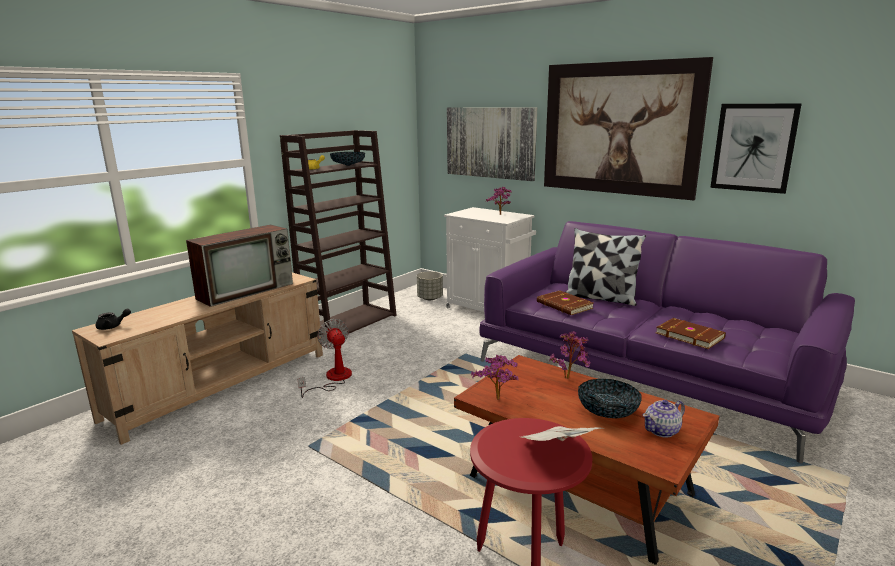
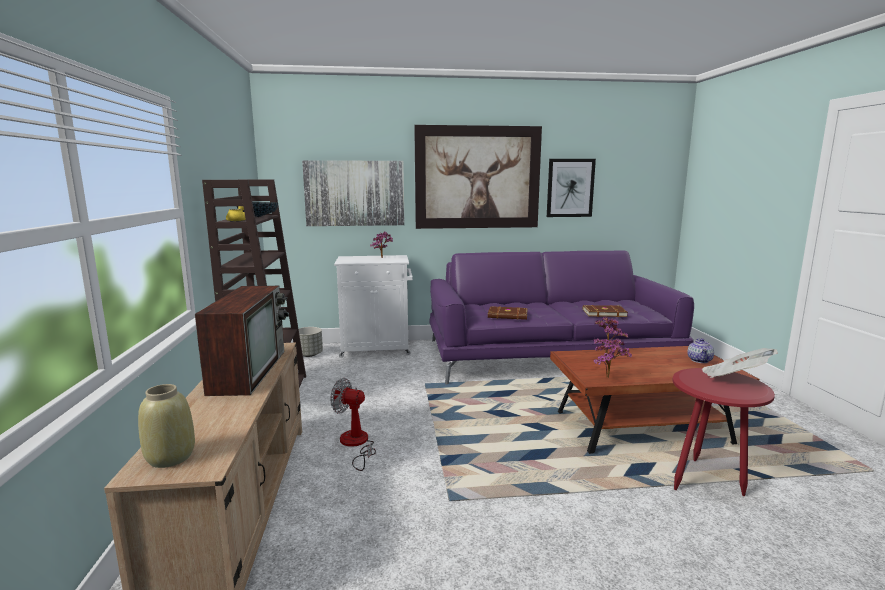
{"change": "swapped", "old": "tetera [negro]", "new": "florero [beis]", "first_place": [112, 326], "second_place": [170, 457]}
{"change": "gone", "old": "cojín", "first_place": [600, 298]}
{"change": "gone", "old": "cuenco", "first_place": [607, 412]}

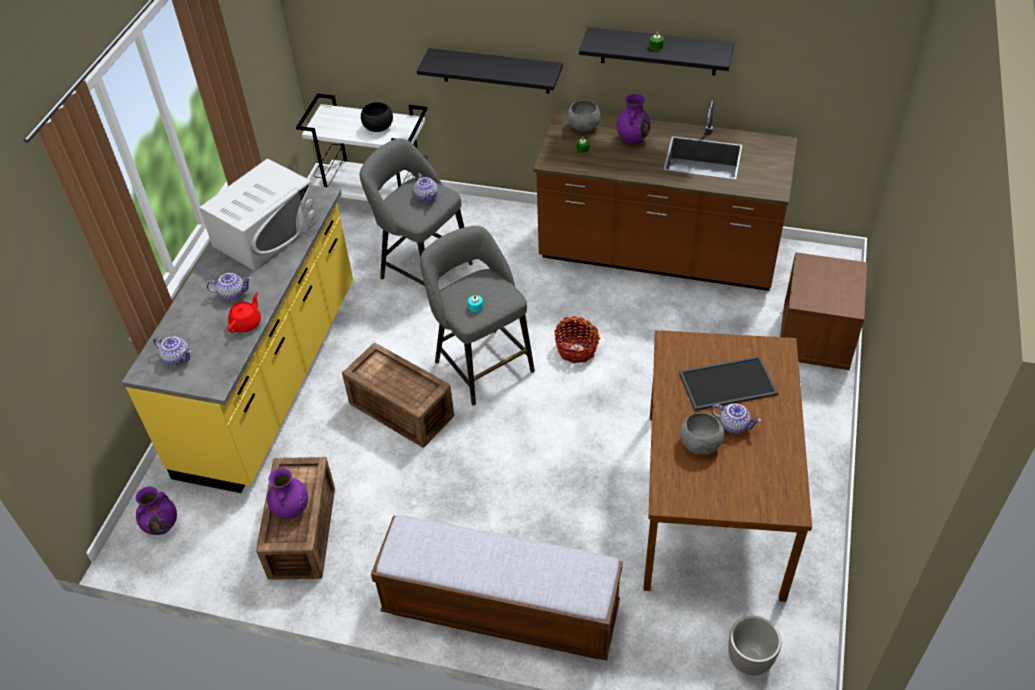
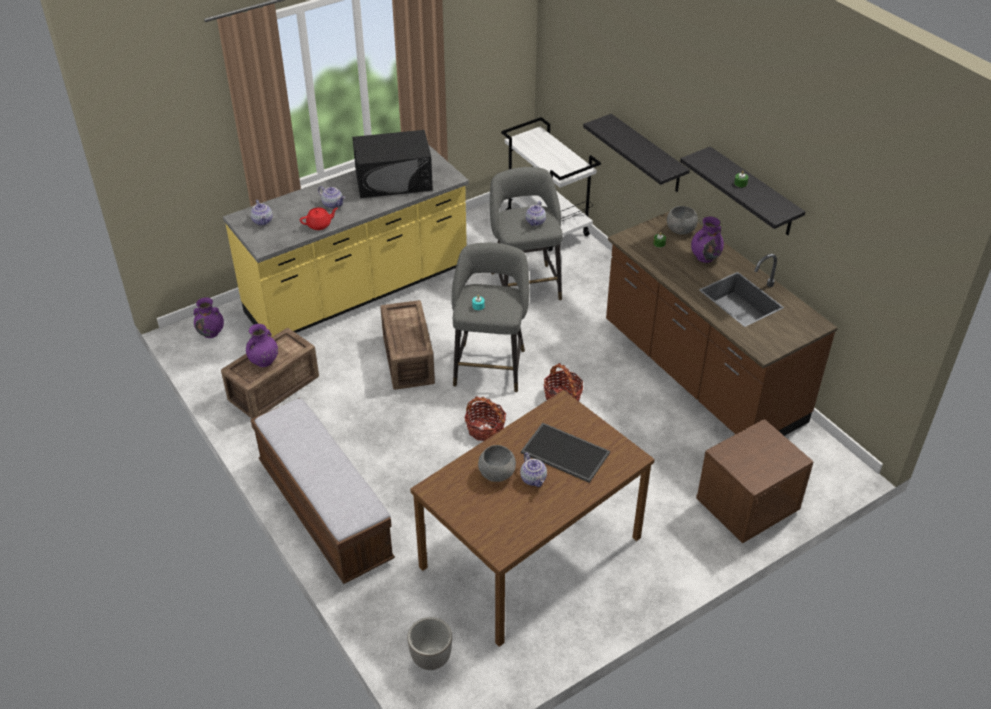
{"change": "repainted", "old": "microondas [blanco]", "new": "microondas [negro]", "first_place": [266, 232], "second_place": [394, 181]}
{"change": "gone", "old": "cuenco [negro]", "first_place": [378, 127]}
{"change": "new", "new": "cesta", "second_place": [485, 429]}

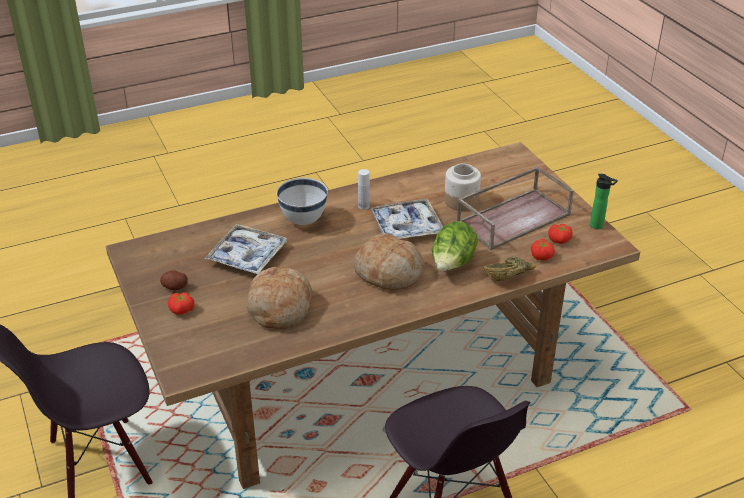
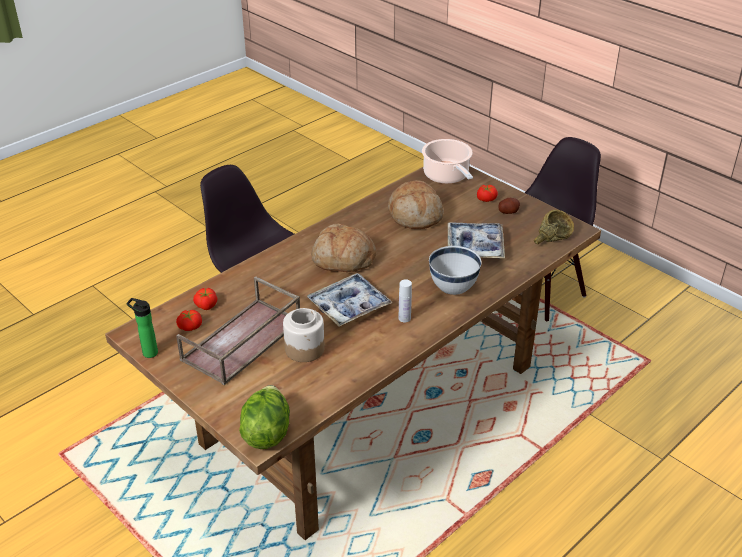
{"change": "shifted", "old": "lechuga", "first_place": [452, 264], "second_place": [266, 432]}
{"change": "shifted", "old": "cuenco [marrón]", "first_place": [508, 276], "second_place": [552, 238]}
{"change": "new", "new": "olla", "second_place": [447, 176]}

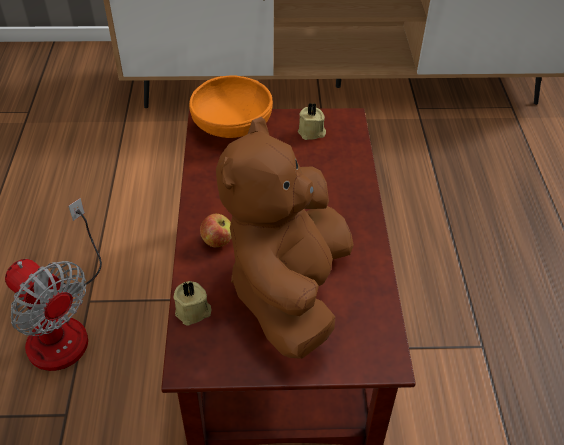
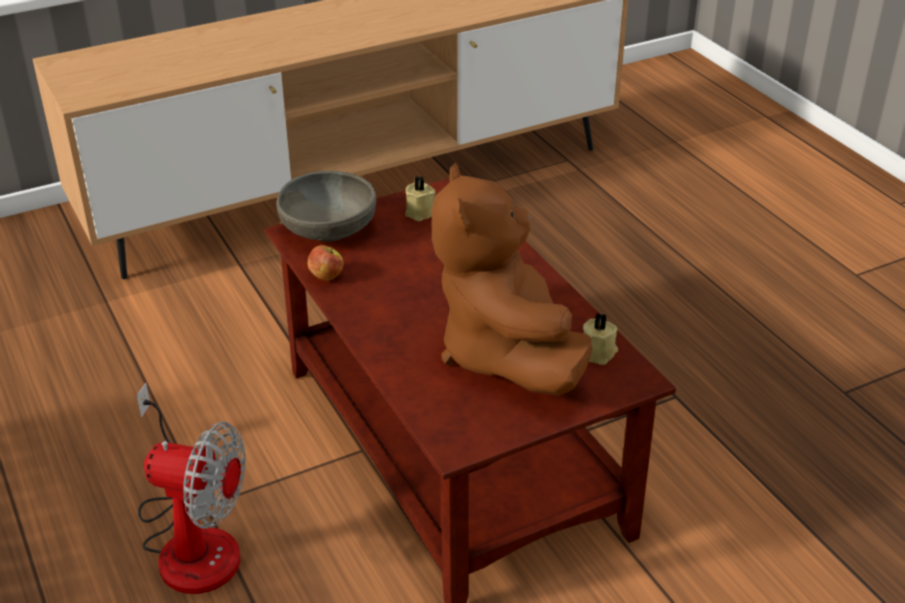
{"change": "shifted", "old": "vela [beis]", "first_place": [193, 312], "second_place": [599, 353]}
{"change": "repainted", "old": "cuenco [naranja]", "new": "cuenco [gris]", "first_place": [232, 126], "second_place": [329, 230]}
{"change": "shifted", "old": "manzana", "first_place": [217, 241], "second_place": [326, 276]}

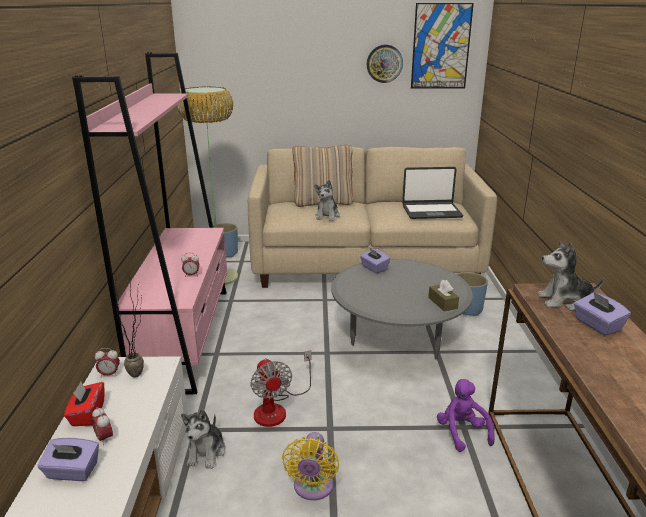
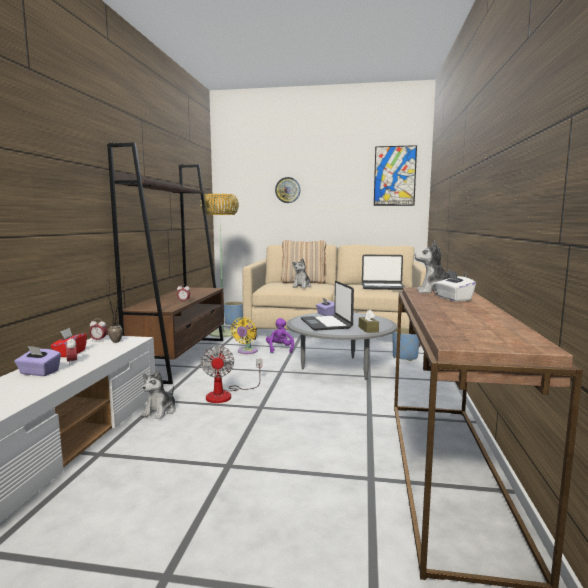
{"change": "repainted", "old": "estantería [rosa]", "new": "estantería [marrón]", "first_place": [184, 336], "second_place": [180, 357]}
{"change": "shifted", "old": "ventilador [amarillo]", "first_place": [312, 488], "second_place": [246, 351]}
{"change": "shifted", "old": "reloj de pared", "first_place": [384, 63], "second_place": [287, 190]}
{"change": "shifted", "old": "peluche [morado]", "first_place": [462, 432], "second_place": [280, 349]}
{"change": "repainted", "old": "caja de pañuelos [morado]", "new": "caja de pañuelos [blanco]", "first_place": [597, 325], "second_place": [453, 299]}
{"change": "new", "new": "portátil", "second_place": [326, 323]}

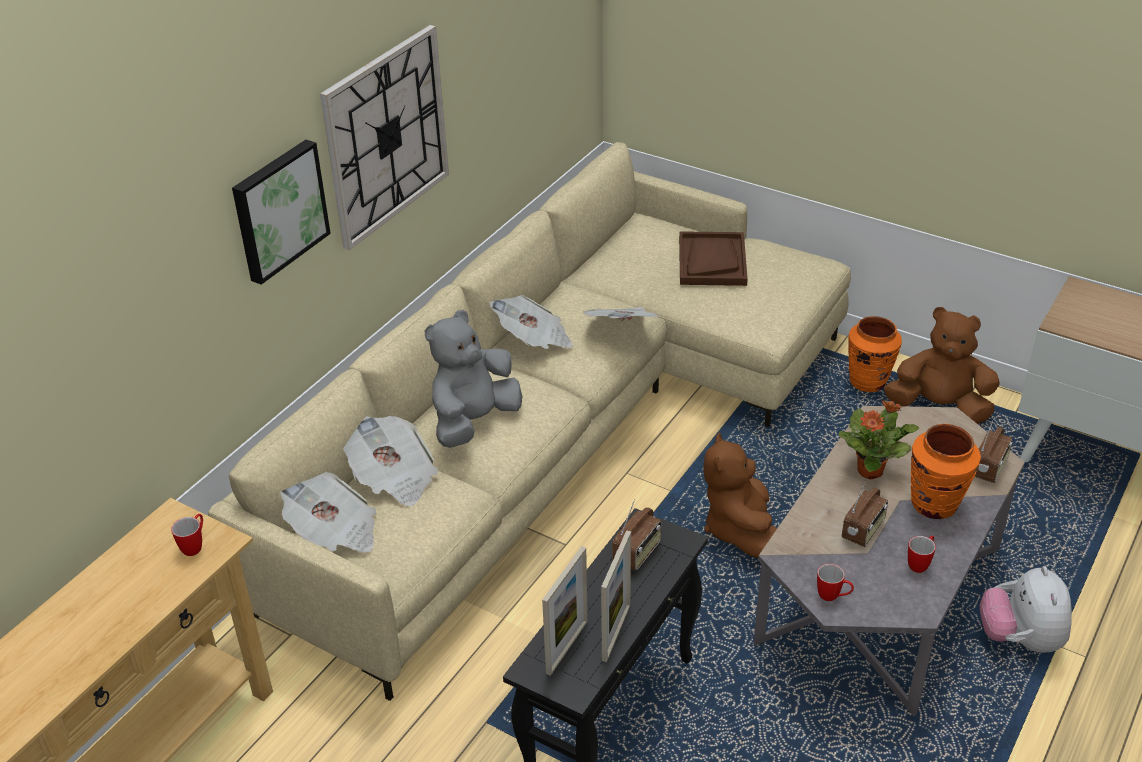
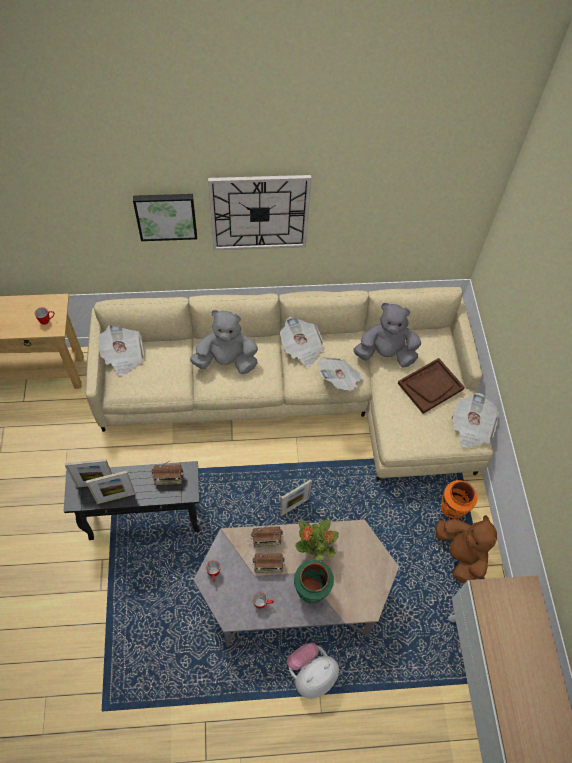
{"change": "shifted", "old": "periódico", "first_place": [394, 478], "second_place": [471, 427]}
{"change": "swapped", "old": "peluche [marrón]", "new": "portarretratos", "first_place": [739, 529], "second_place": [294, 507]}
{"change": "repainted", "old": "florero [naranja]", "new": "florero [verde]", "first_place": [935, 504], "second_place": [311, 591]}
{"change": "shifted", "old": "radio", "first_place": [989, 468], "second_place": [266, 540]}
{"change": "new", "new": "peluche [gris]", "second_place": [385, 354]}

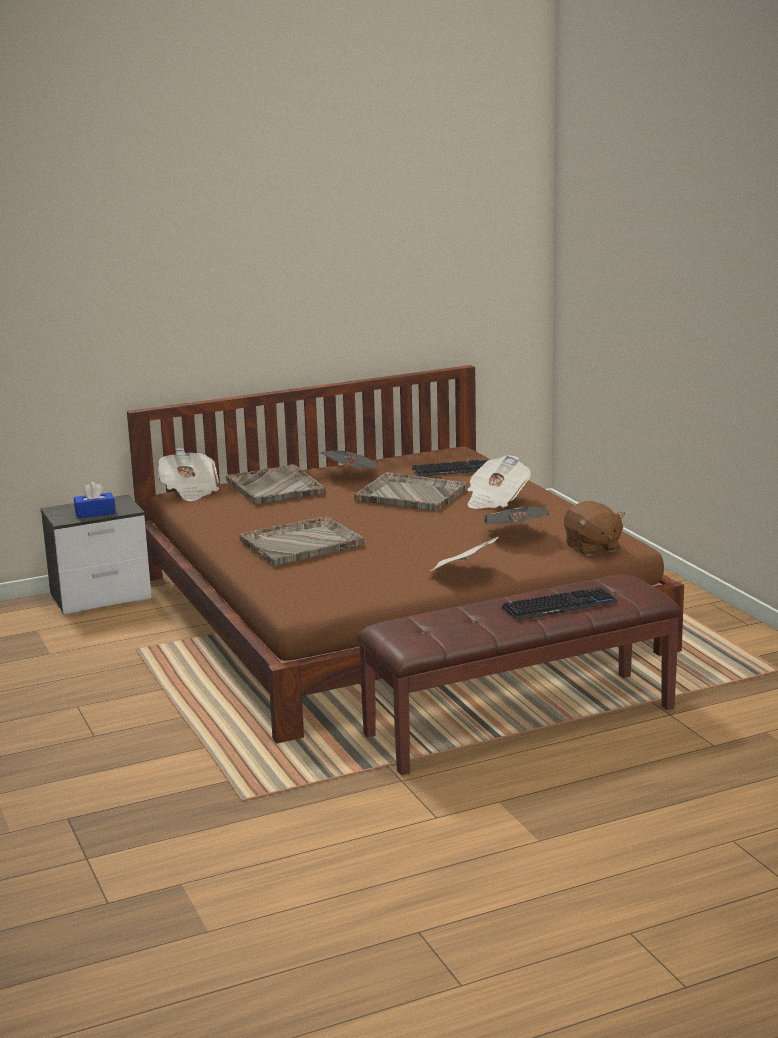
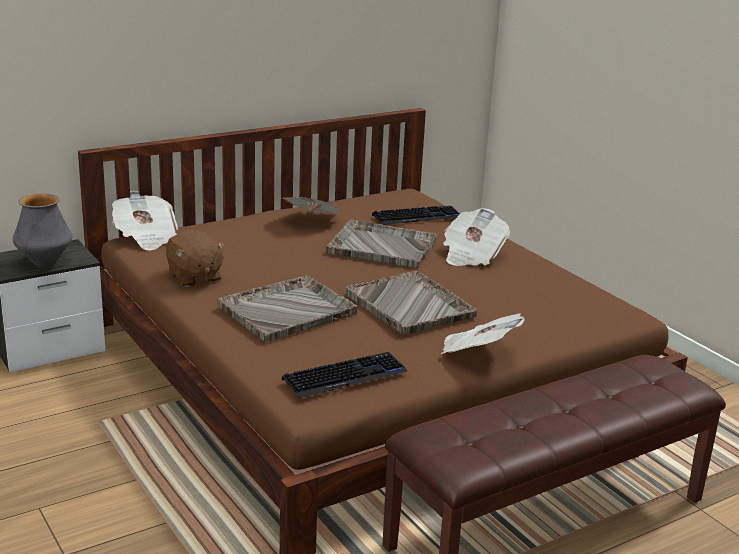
{"change": "swapped", "old": "caja de pañuelos [azul]", "new": "florero", "first_place": [95, 513], "second_place": [44, 263]}
{"change": "shifted", "old": "bandeja [gris]", "first_place": [275, 487], "second_place": [410, 305]}
{"change": "gone", "old": "periódico", "first_place": [515, 534]}
{"change": "shifted", "old": "teclado", "first_place": [559, 606], "second_place": [345, 376]}
{"change": "shifted", "old": "peluche [marrón]", "first_place": [592, 547], "second_place": [194, 277]}

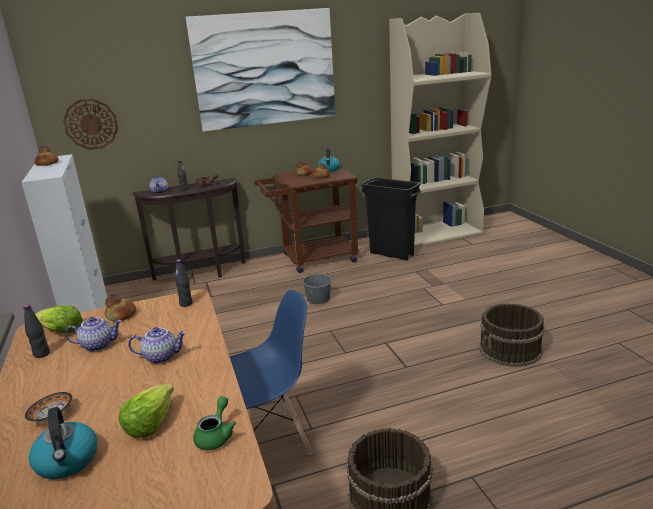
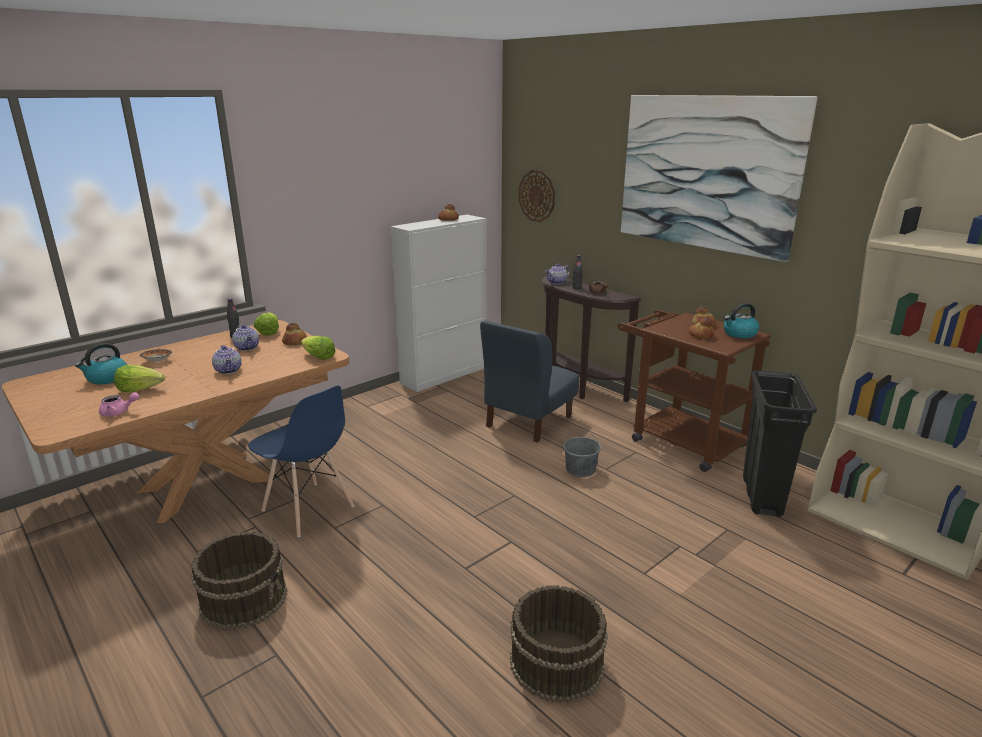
{"change": "swapped", "old": "botella [negro]", "new": "lechuga", "first_place": [186, 304], "second_place": [318, 357]}
{"change": "repainted", "old": "tetera [verde]", "new": "tetera [rosa]", "first_place": [216, 435], "second_place": [118, 412]}
{"change": "new", "new": "silla [azul]", "second_place": [528, 421]}

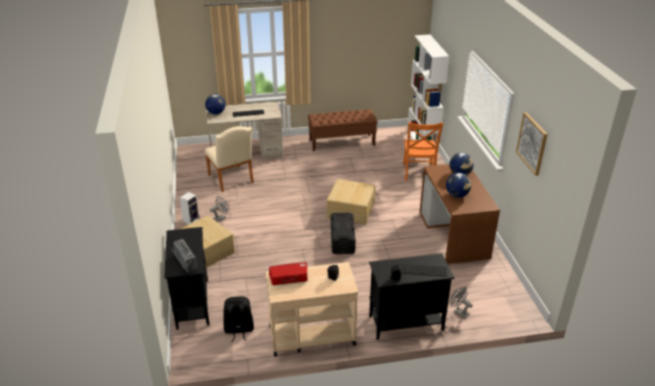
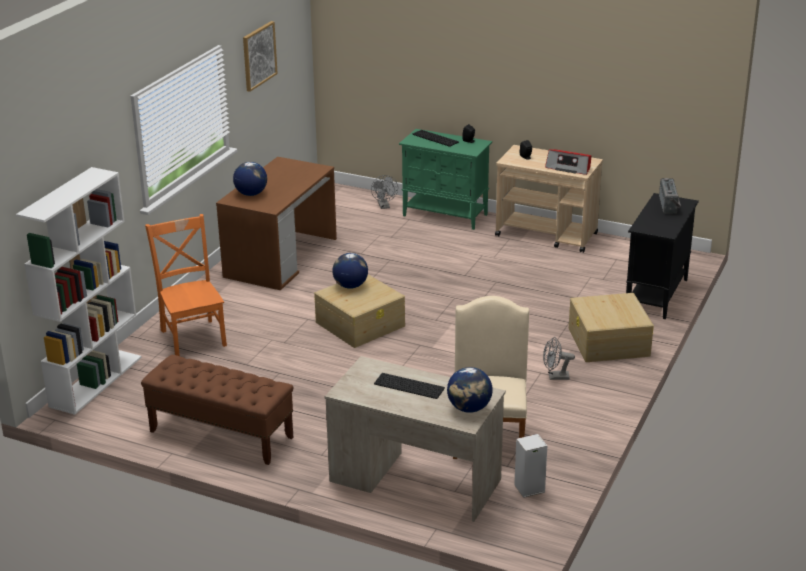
{"change": "shifted", "old": "altavoz", "first_place": [191, 220], "second_place": [528, 489]}
{"change": "gone", "old": "mochila [negro]", "first_place": [238, 330]}
{"change": "gone", "old": "caja de almacenaje [negro]", "first_place": [342, 240]}
{"change": "repainted", "old": "armario [negro]", "new": "armario [verde]", "first_place": [405, 323], "second_place": [446, 215]}
{"change": "rotated", "old": "silla [naranja]", "first_place": [418, 173], "second_place": [193, 336], "degrees": -60}
{"change": "shifted", "old": "globo terráqueo", "first_place": [457, 195], "second_place": [350, 286]}

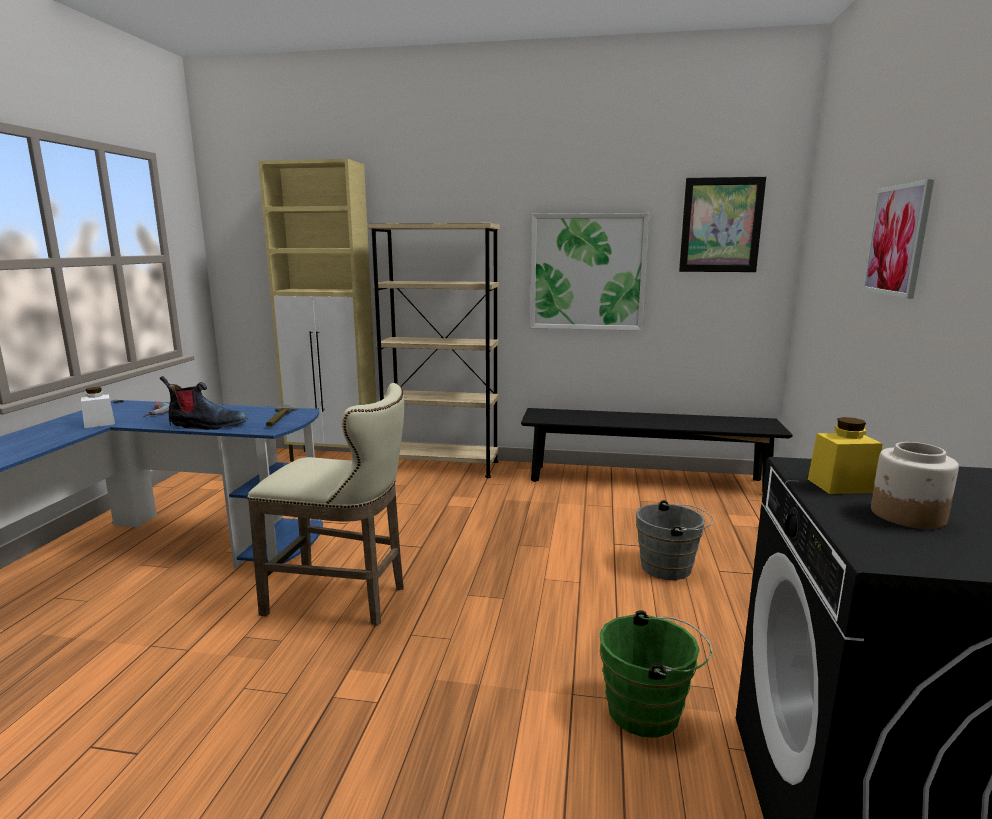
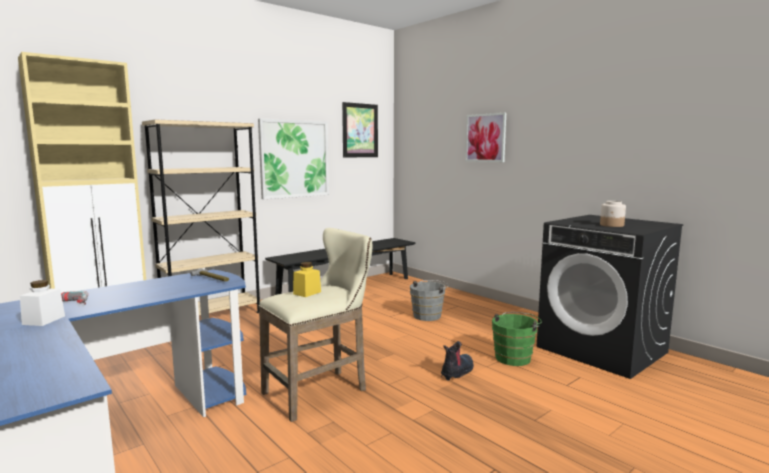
{"change": "shifted", "old": "bota", "first_place": [207, 426], "second_place": [457, 371]}
{"change": "shifted", "old": "tarro [amarillo]", "first_place": [841, 485], "second_place": [307, 293]}

